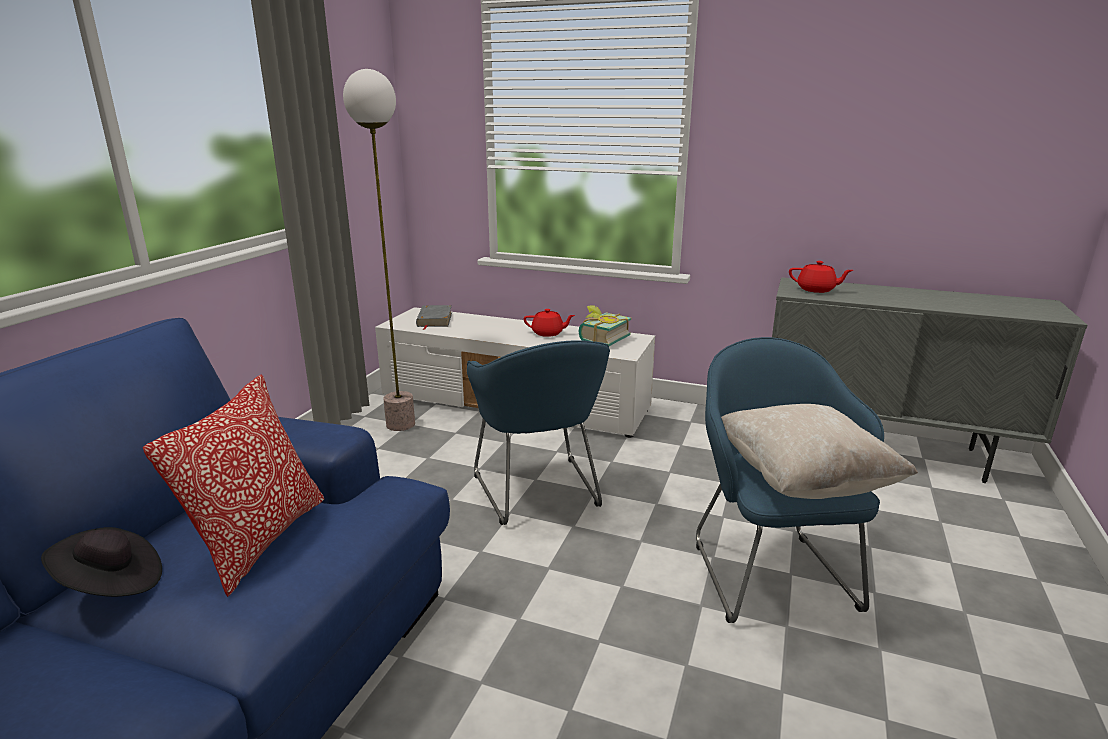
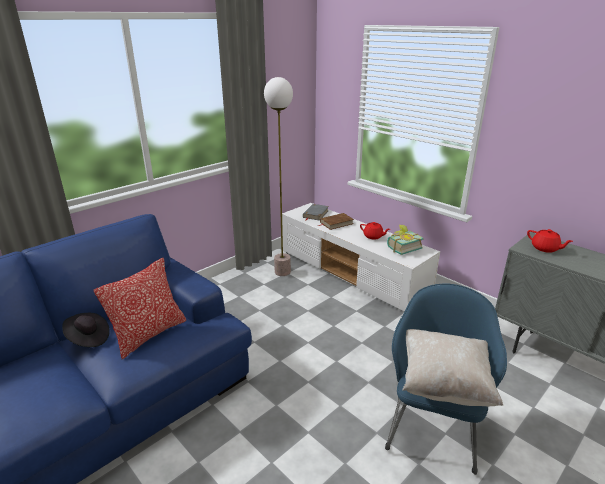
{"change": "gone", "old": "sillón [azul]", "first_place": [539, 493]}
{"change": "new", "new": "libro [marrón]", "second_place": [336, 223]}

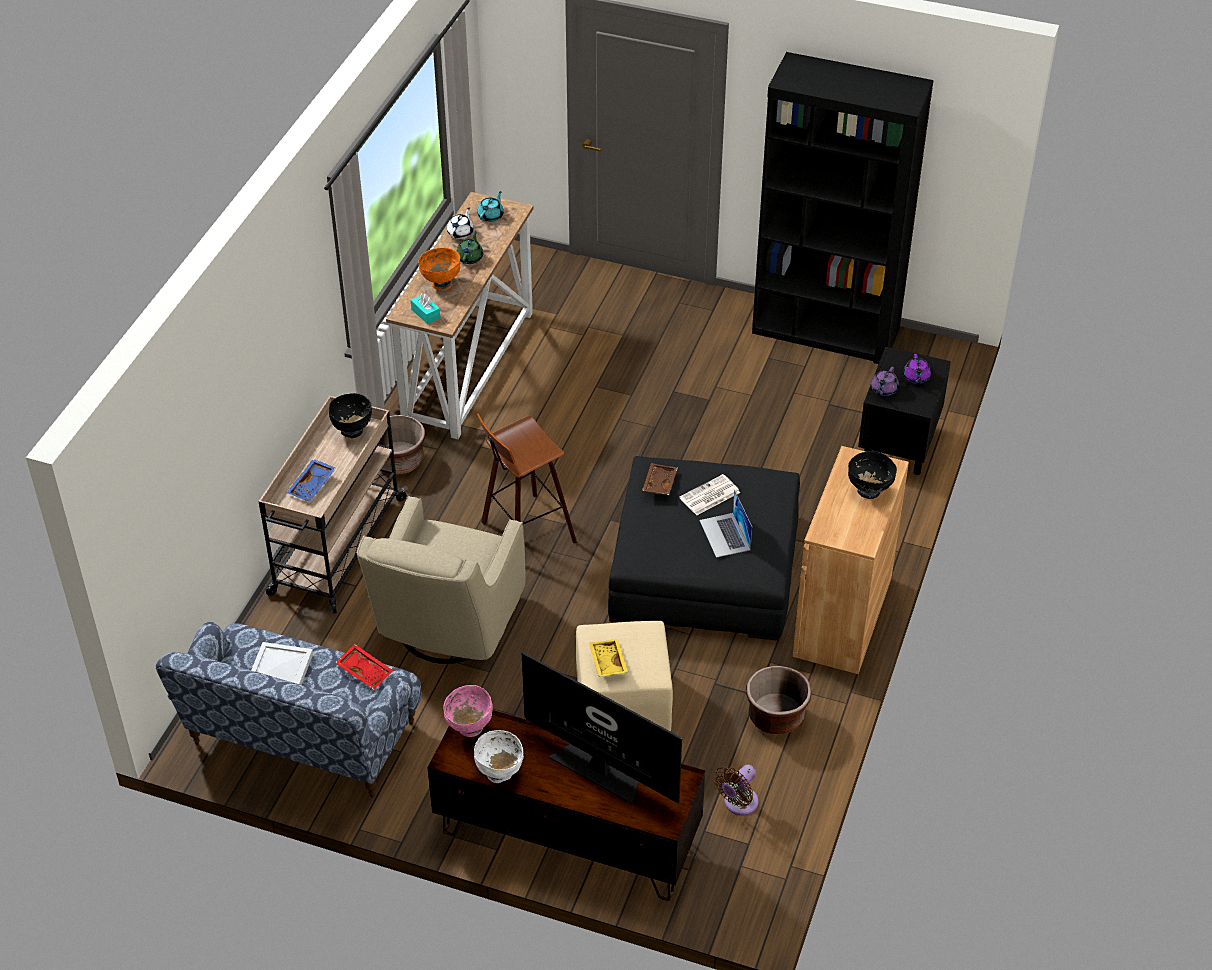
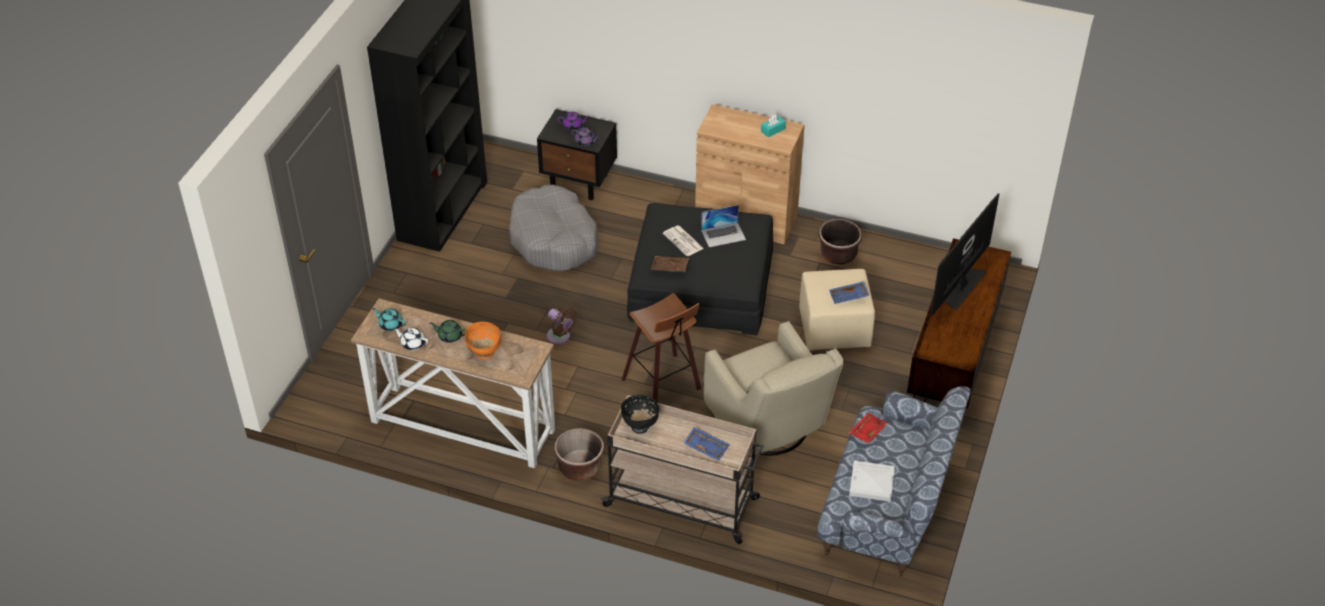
{"change": "rotated", "old": "sillón [beis]", "first_place": [446, 629], "second_place": [769, 428], "degrees": 45}
{"change": "shifted", "old": "caja de pañuelos [turquesa]", "first_place": [425, 313], "second_place": [773, 130]}
{"change": "gone", "old": "cuenco [rosa]", "first_place": [469, 727]}
{"change": "gone", "old": "cuenco [blanco]", "first_place": [500, 773]}
{"change": "repainted", "old": "bandeja [amarillo]", "new": "bandeja [azul]", "first_place": [607, 662], "second_place": [848, 297]}
{"change": "shifted", "old": "ventilador [marrón]", "first_place": [738, 804], "second_place": [560, 337]}
{"change": "gone", "old": "cuenco [negro]", "first_place": [869, 491]}
{"change": "new", "new": "cama para perro [gris]", "second_place": [554, 240]}

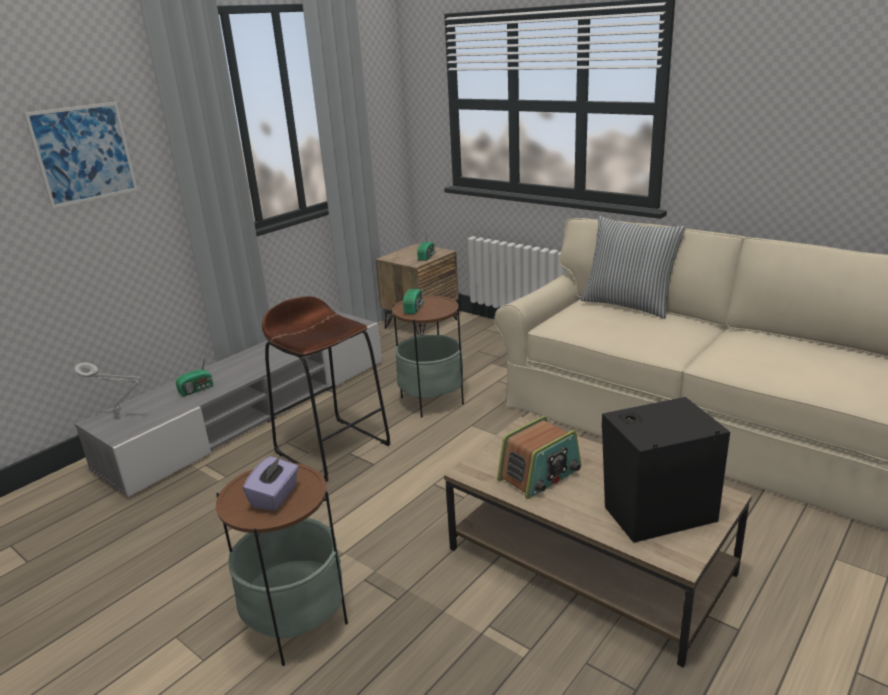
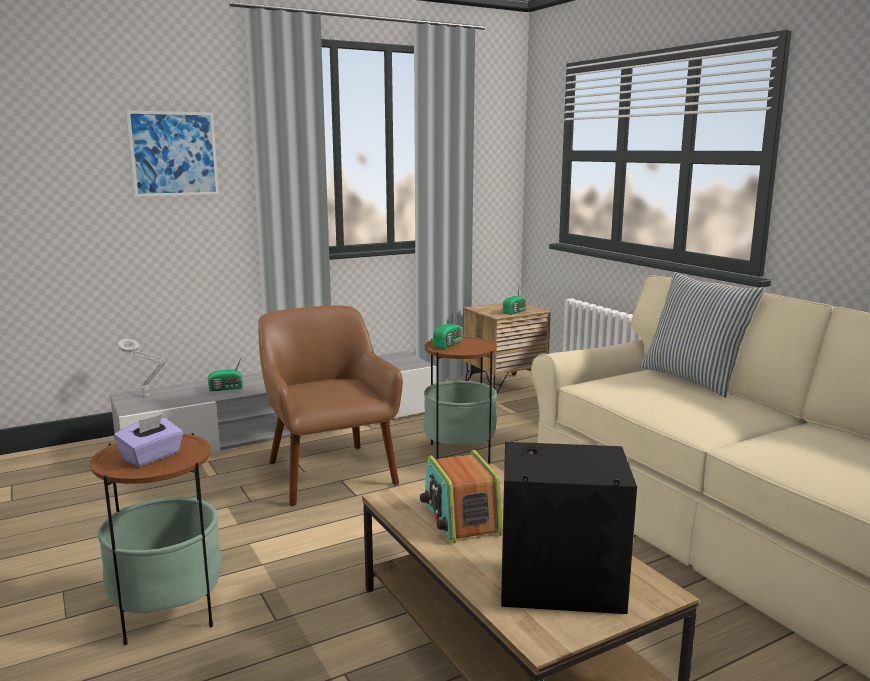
{"change": "swapped", "old": "taburete [marrón]", "new": "sillón [marrón]", "first_place": [332, 448], "second_place": [329, 473]}
{"change": "rotated", "old": "radio", "first_place": [540, 475], "second_place": [460, 518], "degrees": 90}

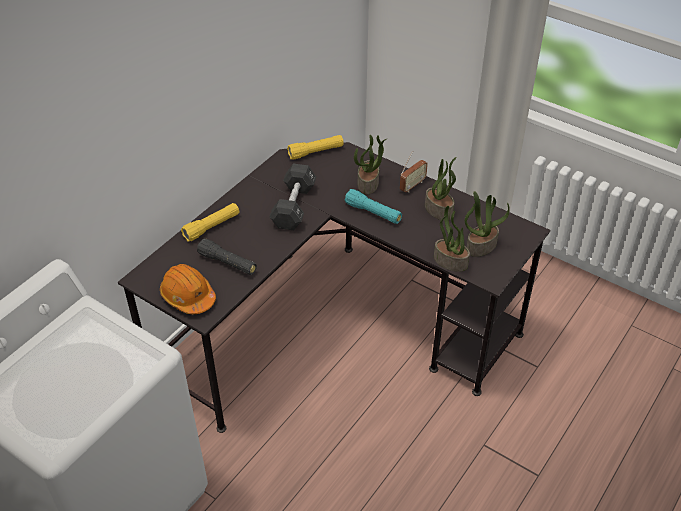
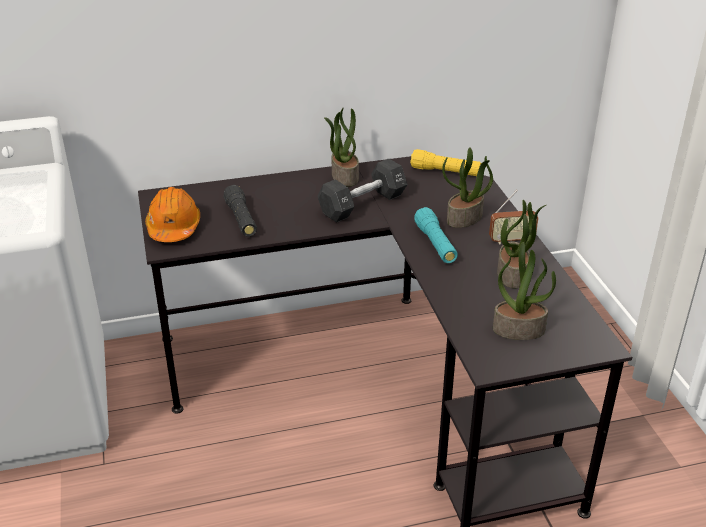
{"change": "gone", "old": "linterna [amarillo]", "first_place": [212, 227]}
{"change": "shifted", "old": "planta en maceta", "first_place": [450, 261], "second_place": [344, 176]}

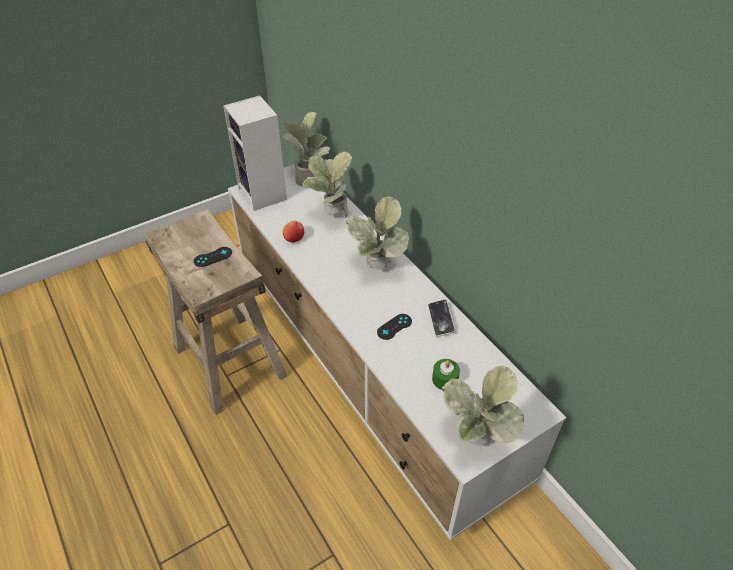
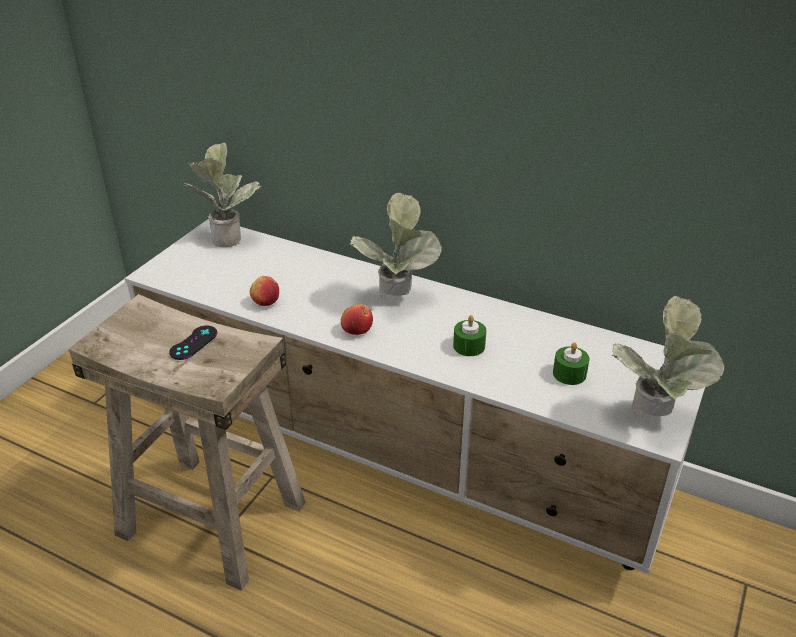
{"change": "gone", "old": "altavoz", "first_place": [264, 195]}
{"change": "gone", "old": "planta en maceta", "first_place": [331, 215]}
{"change": "swapped", "old": "mando de consola [negro]", "new": "vela [verde]", "first_place": [394, 327], "second_place": [469, 346]}
{"change": "gone", "old": "móvil", "first_place": [440, 319]}
{"change": "new", "new": "manzana", "second_place": [357, 330]}

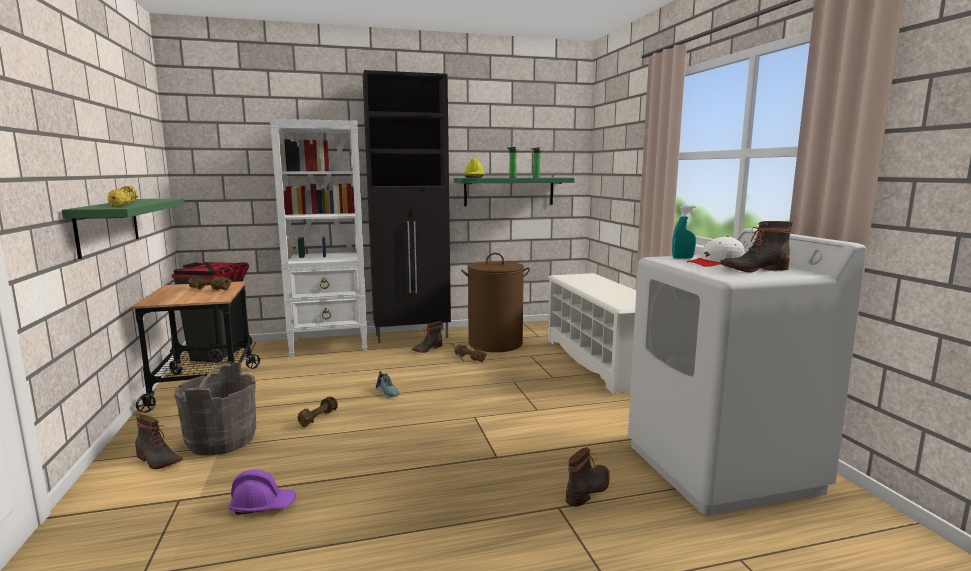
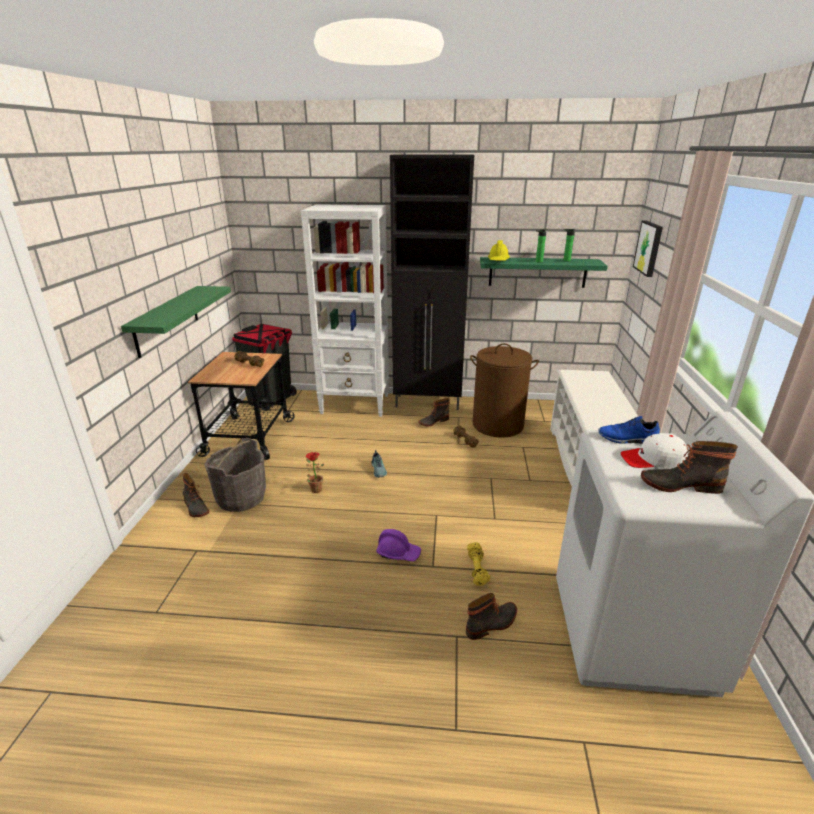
{"change": "shifted", "old": "mancuerna [amarillo]", "first_place": [125, 205], "second_place": [477, 569]}
{"change": "shifted", "old": "casco [morado]", "first_place": [263, 505], "second_place": [398, 553]}
{"change": "swapped", "old": "mancuerna [marrón]", "new": "planta en maceta", "first_place": [318, 418], "second_place": [314, 489]}
{"change": "swapped", "old": "pulverizador [turquesa]", "new": "zapato [azul]", "first_place": [682, 258], "second_place": [627, 440]}
{"change": "new", "new": "cuadro", "second_place": [649, 248]}

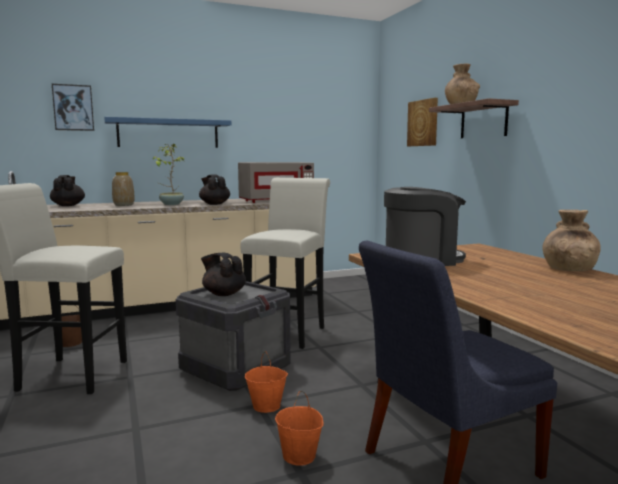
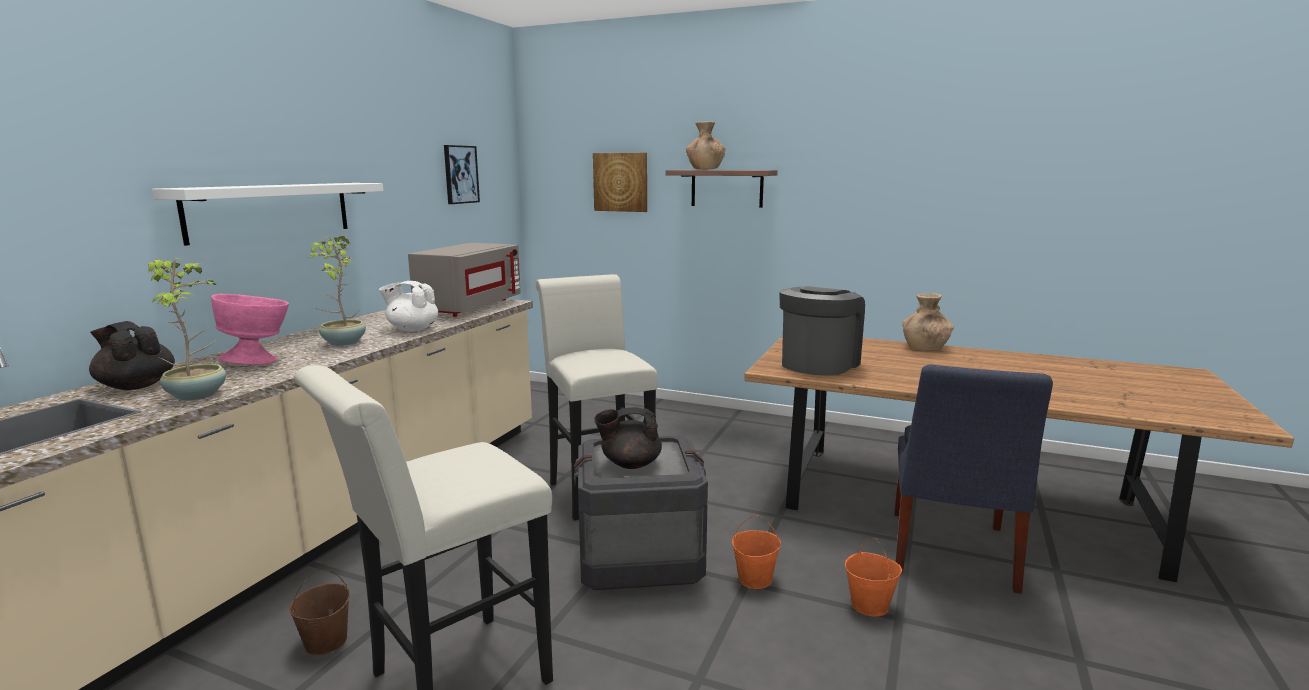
{"change": "shifted", "old": "cuadro", "first_place": [73, 107], "second_place": [460, 174]}
{"change": "repainted", "old": "estante [azul]", "new": "estante [blanco]", "first_place": [168, 133], "second_place": [271, 210]}
{"change": "swapped", "old": "florero", "new": "cuenco [rosa]", "first_place": [124, 205], "second_place": [260, 361]}
{"change": "repainted", "old": "tetera [negro]", "new": "tetera [blanco]", "first_place": [214, 204], "second_place": [412, 329]}
{"change": "new", "new": "planta en maceta", "second_place": [198, 395]}

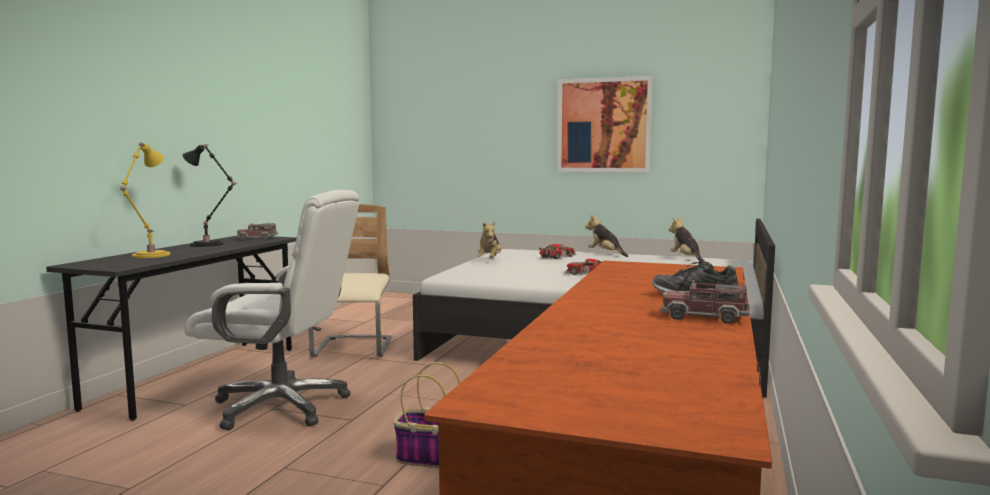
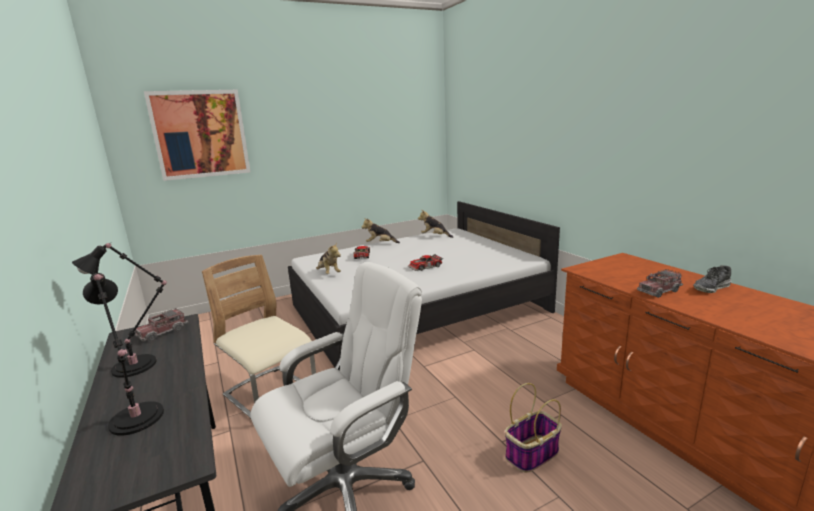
{"change": "repainted", "old": "lámpara de mesa [amarillo]", "new": "lámpara de mesa [negro]", "first_place": [149, 256], "second_place": [137, 421]}
{"change": "shifted", "old": "cuadro", "first_place": [603, 125], "second_place": [200, 134]}
{"change": "shifted", "old": "camión de juguete", "first_place": [705, 317], "second_place": [659, 291]}

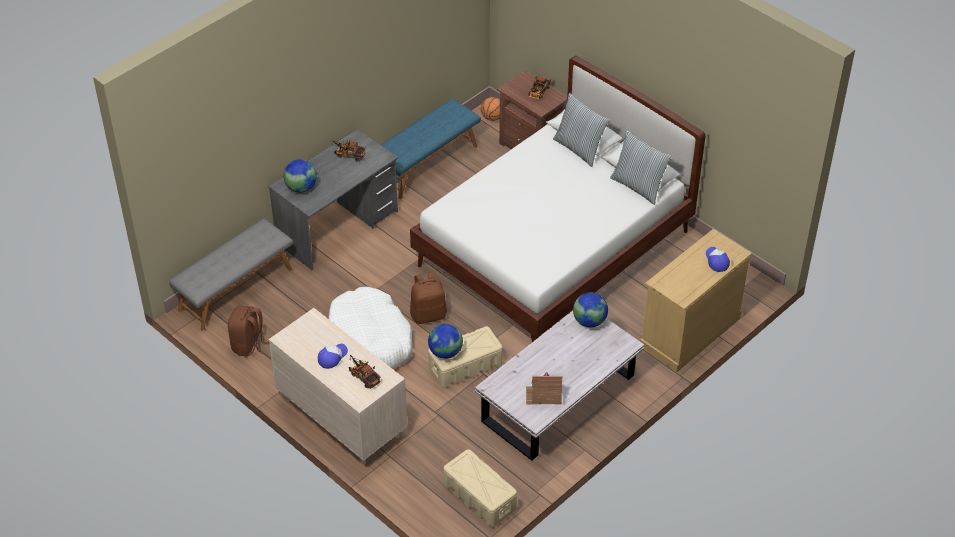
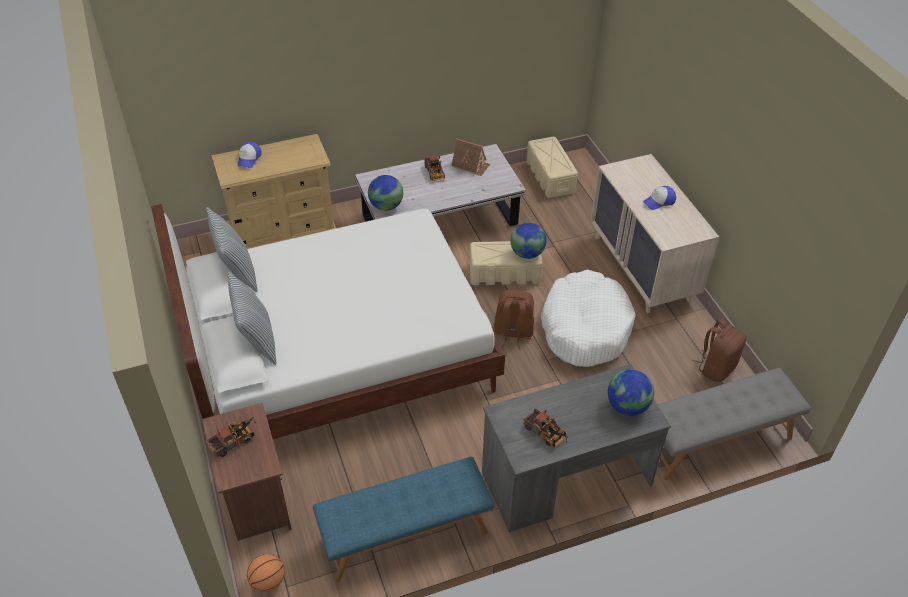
{"change": "shifted", "old": "camión de juguete", "first_place": [363, 376], "second_place": [435, 174]}

